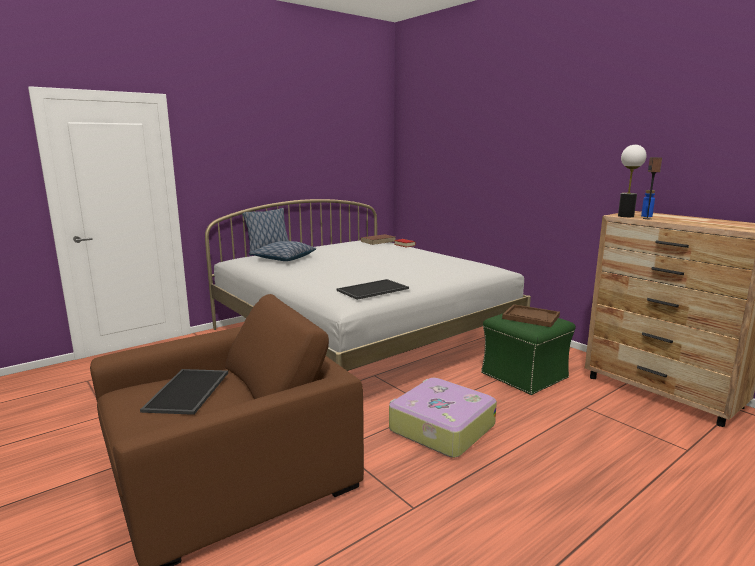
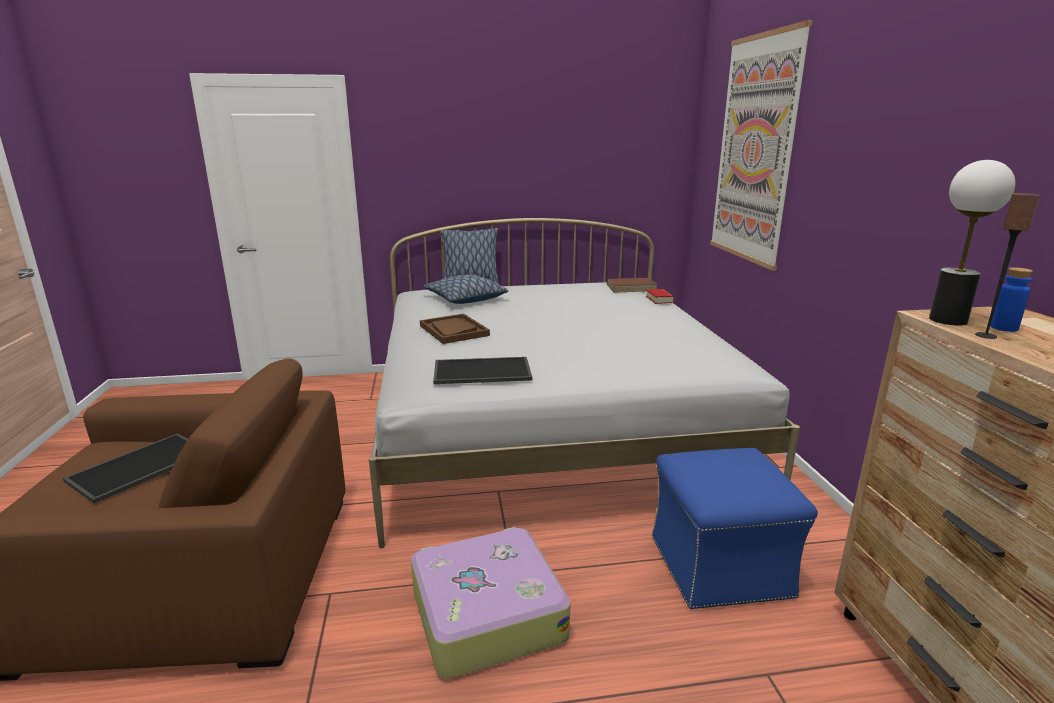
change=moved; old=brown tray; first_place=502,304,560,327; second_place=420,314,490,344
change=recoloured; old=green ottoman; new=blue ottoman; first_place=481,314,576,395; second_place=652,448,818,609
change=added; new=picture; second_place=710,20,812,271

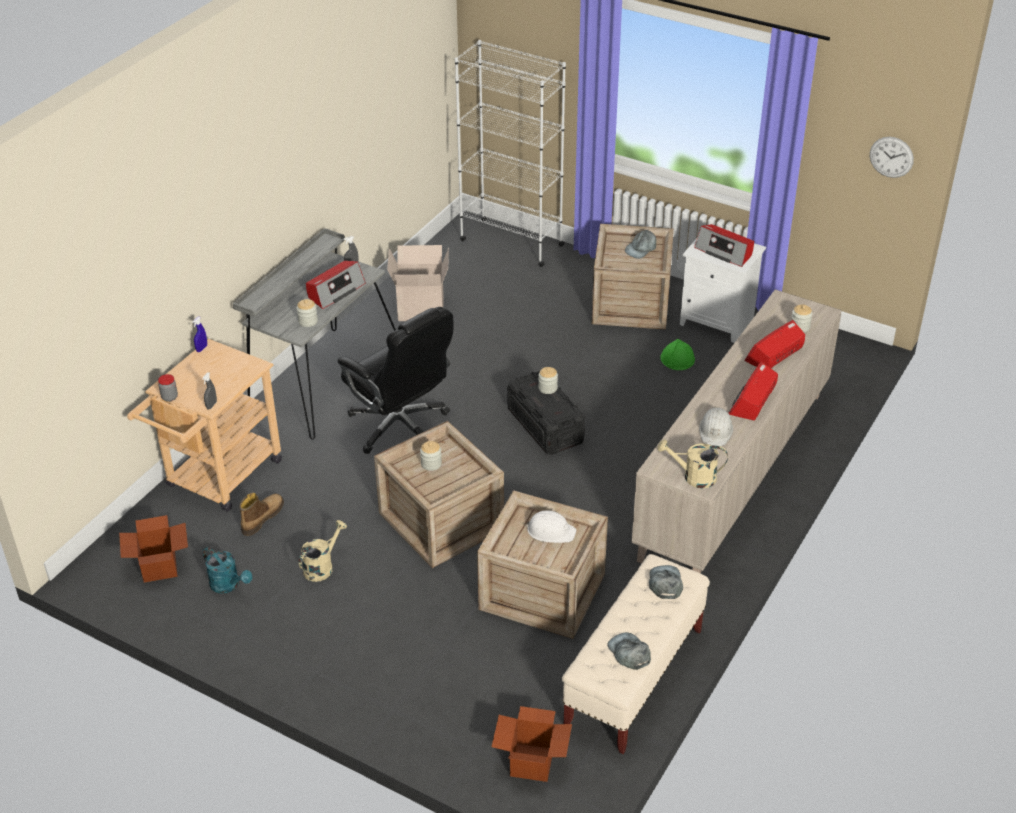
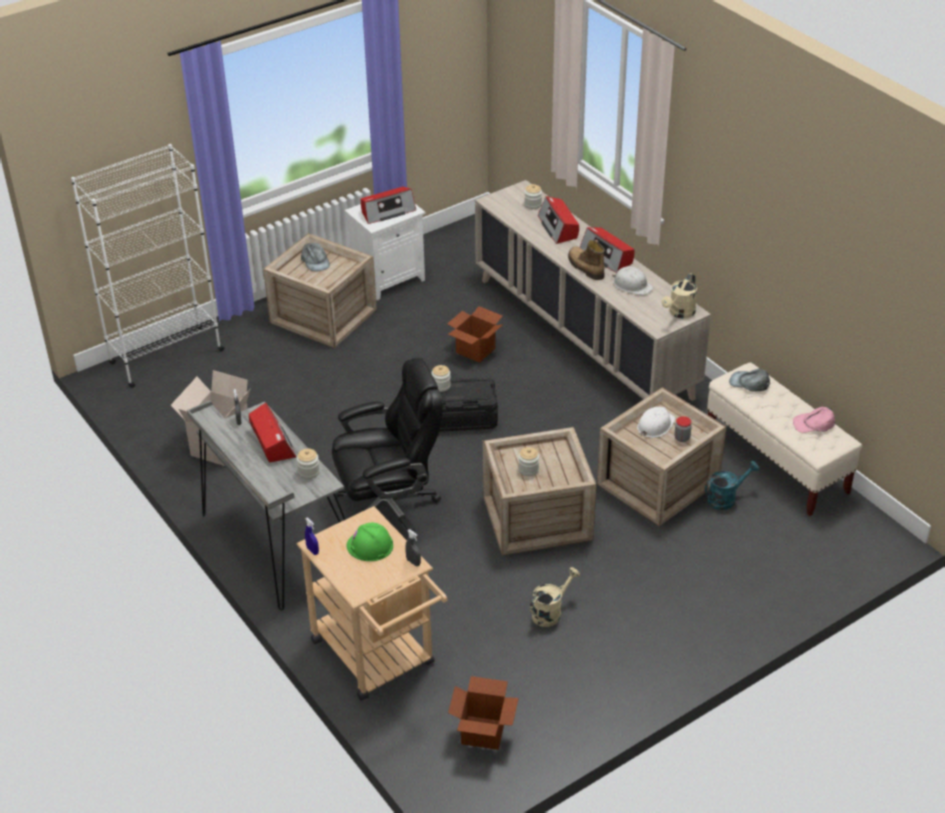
change=moved; old=green hard hat; first_place=660,339,695,370; second_place=347,523,393,561
change=moved; old=cardboard box; first_place=492,706,572,782; second_place=447,306,502,363
change=turned; old=beige watering can; first_place=299,520,347,582; second_place=530,567,580,627; degrees=75
change=moved; old=boot; first_place=239,493,284,536; second_place=568,240,605,280
change=moved; old=jar; first_place=158,374,178,402; second_place=674,416,692,442
change=moved; old=turquoise watering can; first_place=202,547,252,594; second_place=705,461,759,510
change=recoloured; old=grey cap; new=pink cap; first_place=608,633,651,670; second_place=793,407,835,433
change=removed; old=wall clock; first_place=870,137,914,178

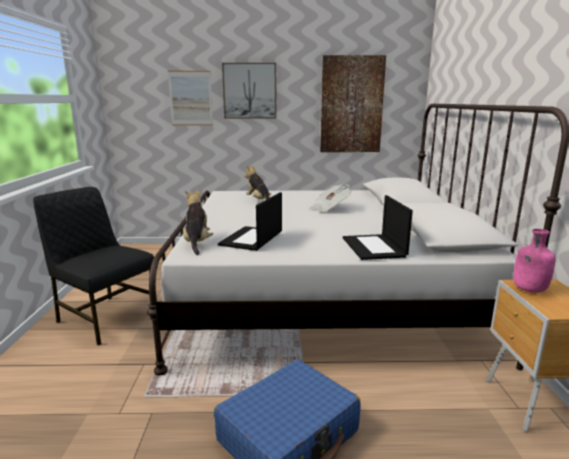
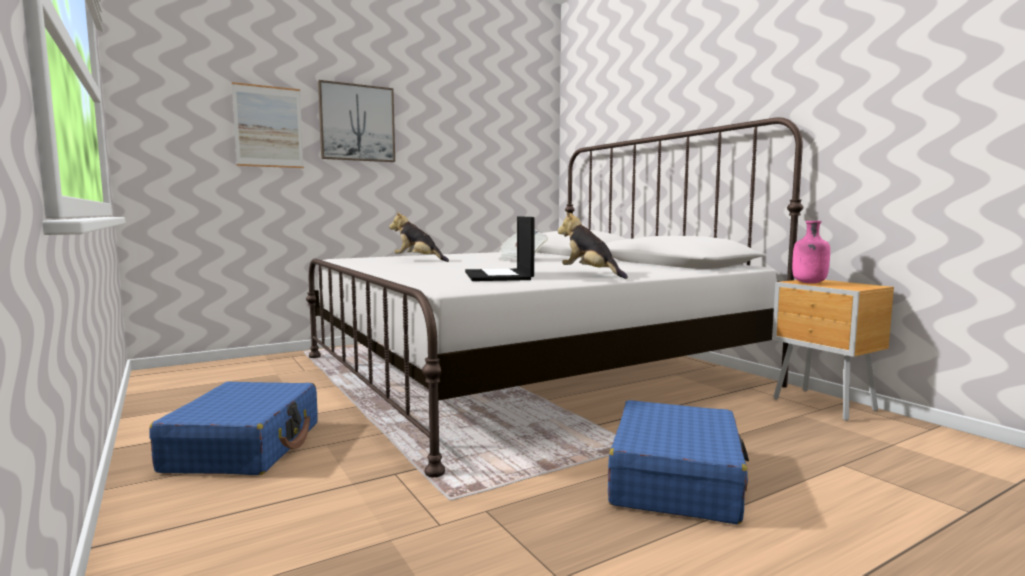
change=replaced; old=black chair; new=blue suitcase; first_place=33,187,154,346; second_place=149,382,318,475
change=moved; old=plush toy; first_place=183,190,213,255; second_place=558,212,628,279
change=removed; old=picture; first_place=320,55,386,152
change=removed; old=laptop; first_place=343,195,413,260

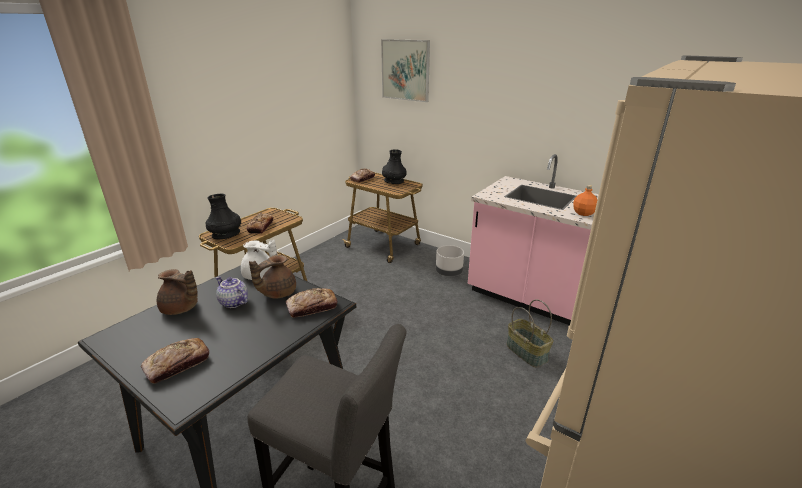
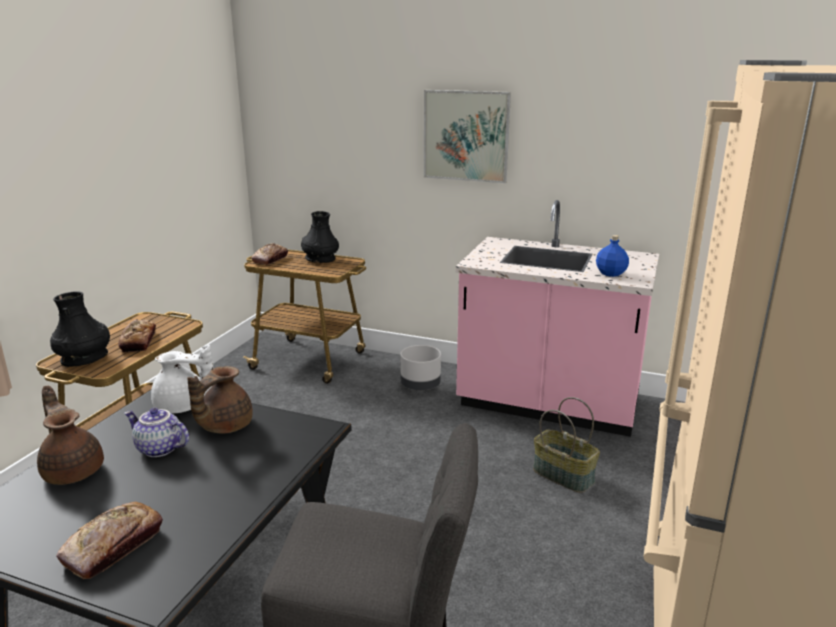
change=turned; old=brown teapot; first_place=157,269,198,315; second_place=37,386,104,485; degrees=-135
change=moved; old=picture; first_place=381,39,430,102; second_place=424,90,511,183
change=recoloured; old=orange bottle; new=blue bottle; first_place=573,185,597,216; second_place=596,235,629,277
change=removed; old=bread; first_place=286,288,337,318

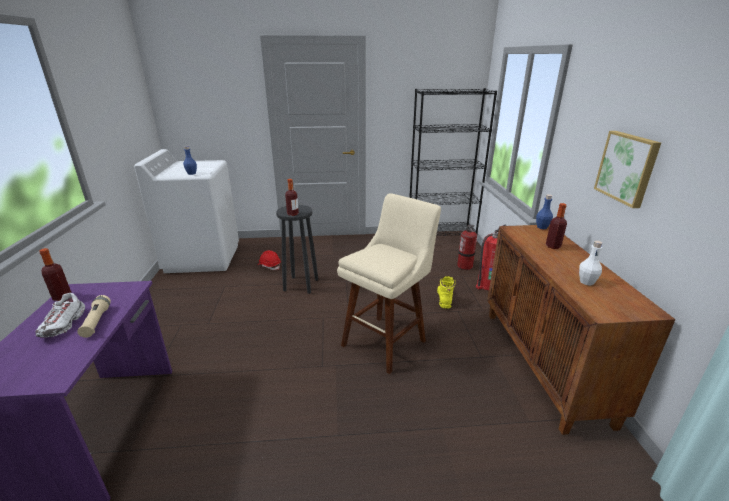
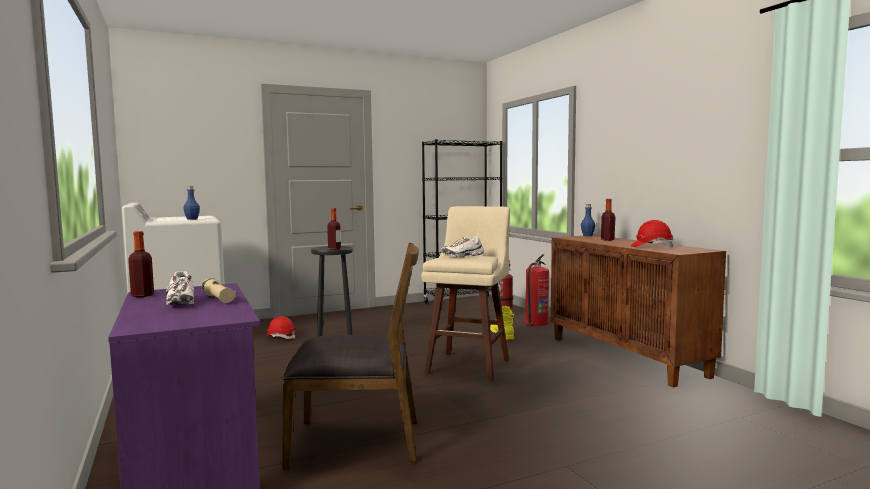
change=added; new=brown chair; second_place=282,243,419,470
change=added; new=white shoe; second_place=441,236,484,257
change=replaced; old=white bottle; new=red hard hat; first_place=579,241,602,285; second_place=631,220,673,247
change=removed; old=picture; first_place=594,131,661,208

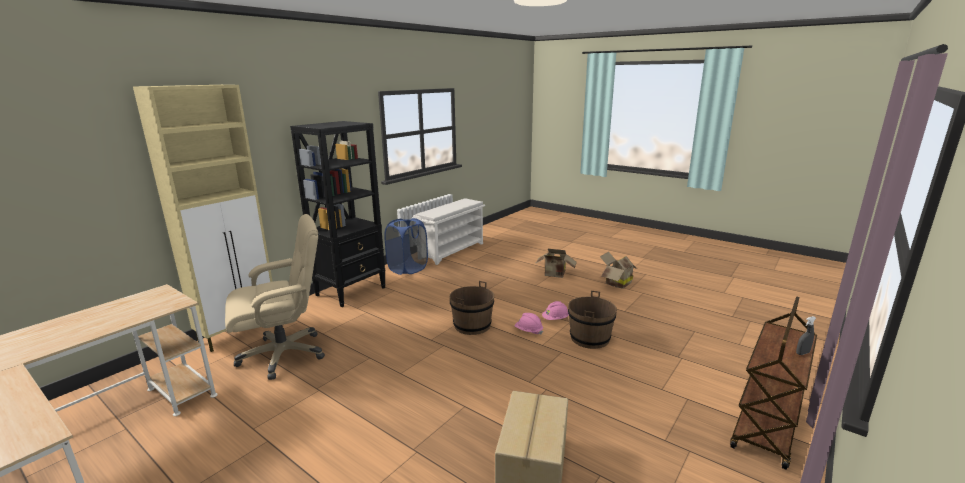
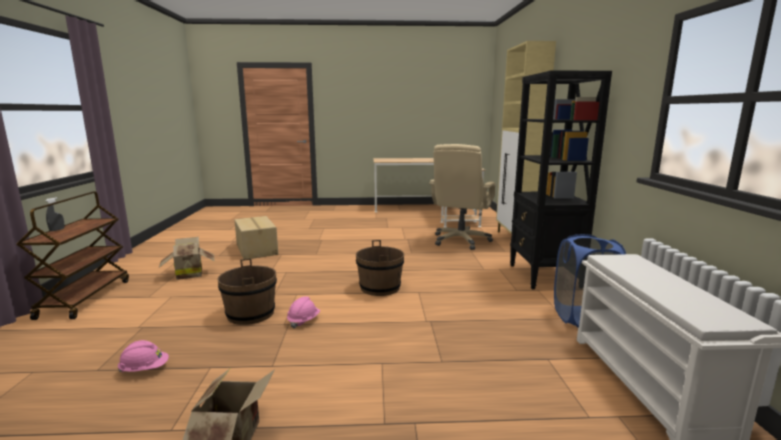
change=moved; old=pink hard hat; first_place=515,313,543,335; second_place=118,340,169,373
change=moved; old=cardboard box; first_place=535,249,577,278; second_place=159,237,214,280

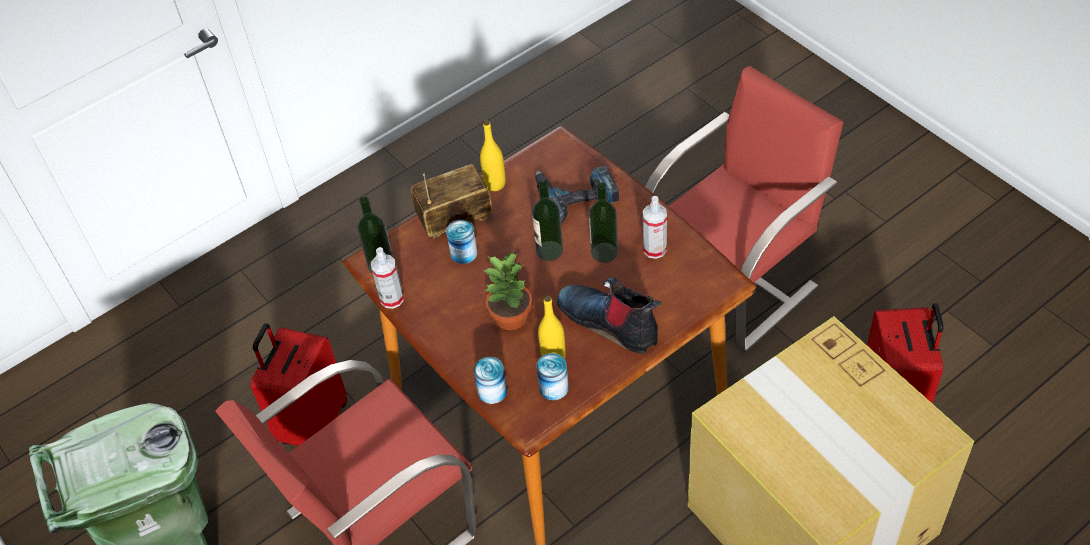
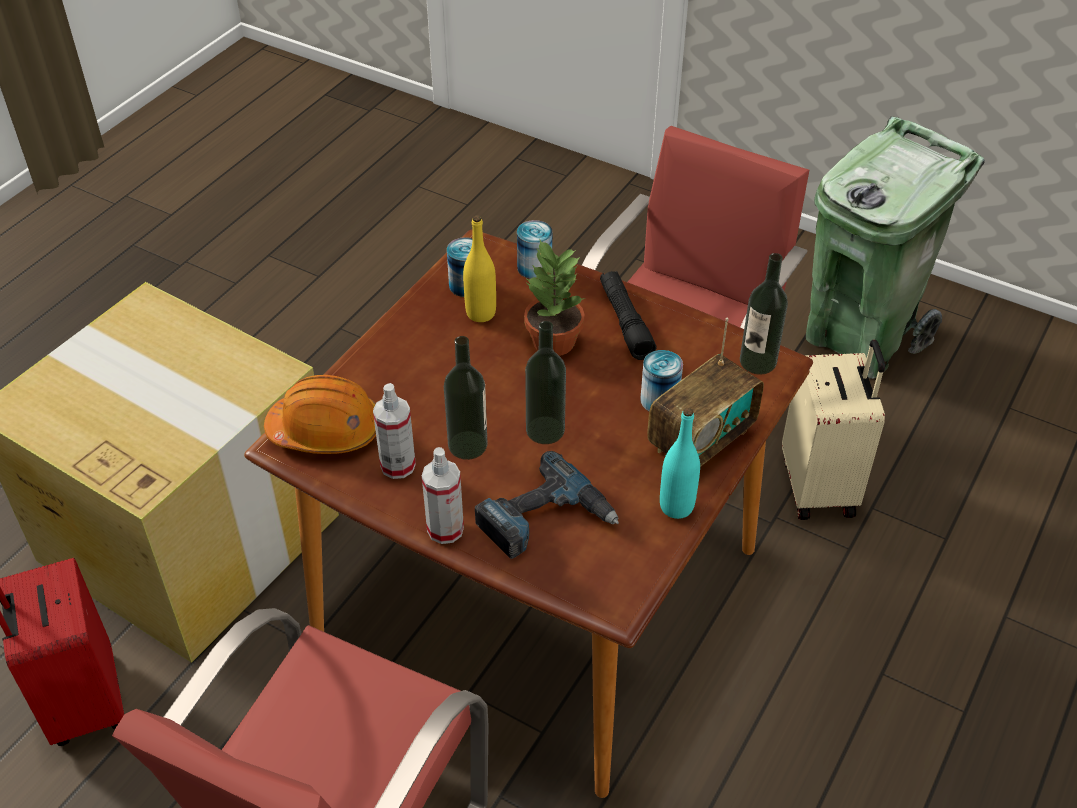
change=added; new=orange hard hat; second_place=264,375,376,454
change=moved; old=spray bottle; first_place=371,247,404,309; second_place=422,447,464,544
change=added; new=black flashlight; second_place=600,271,656,360
change=recoloured; old=yellow bottle; new=turquoise bottle; first_place=480,120,506,191; second_place=660,408,700,519
change=recoloured; old=red suitcase; new=beige suitcase; first_place=250,323,347,446; second_place=782,340,885,520
change=removed; old=boot; first_place=557,277,661,354

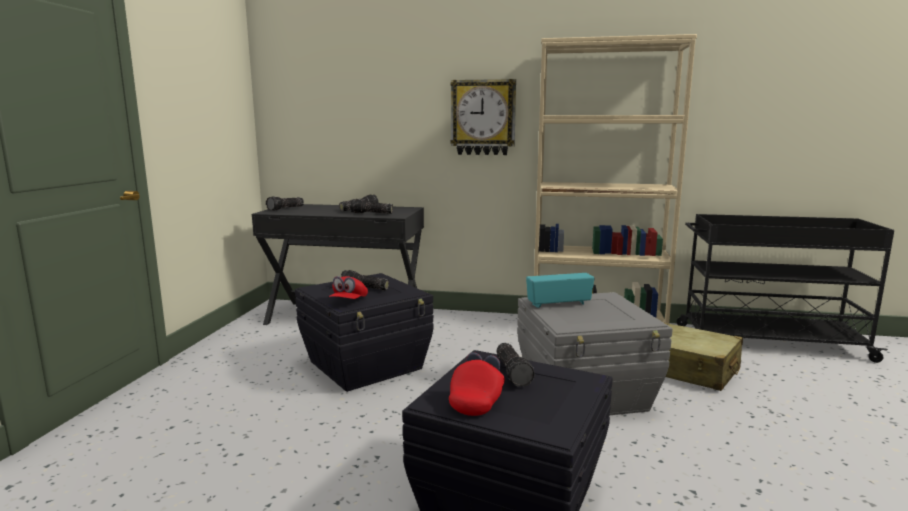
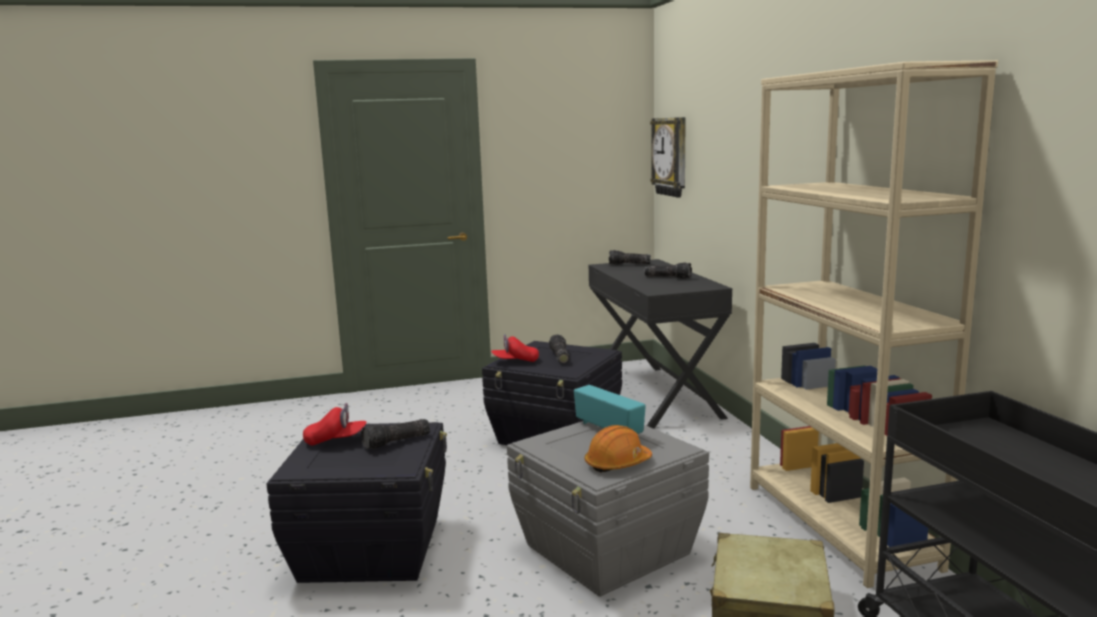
change=added; new=orange hard hat; second_place=585,425,652,473
change=moved; old=wall clock; first_place=451,79,516,155; second_place=650,117,686,198
change=removed; old=flashlight; first_place=350,199,393,214

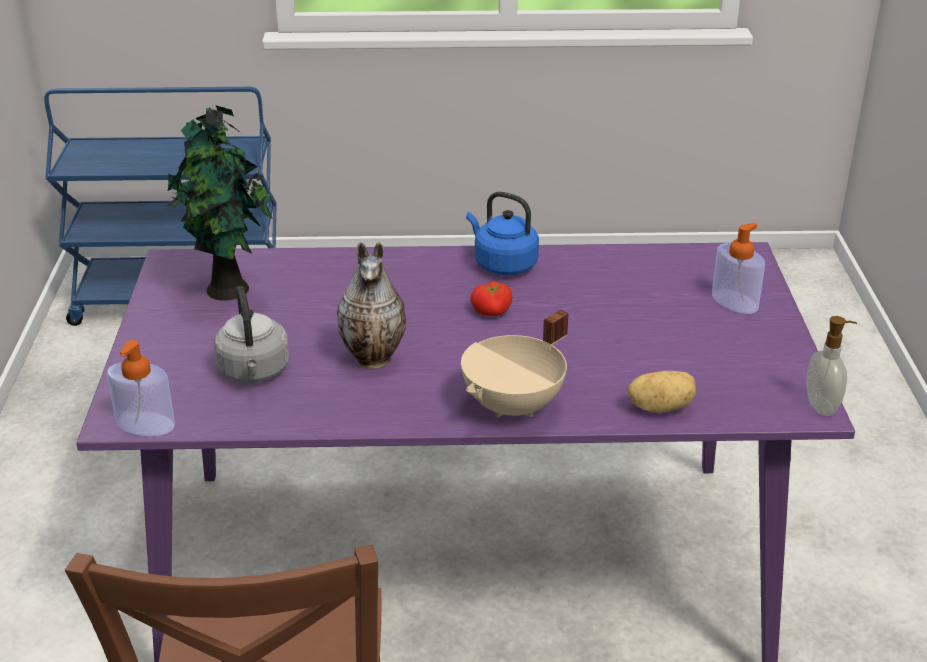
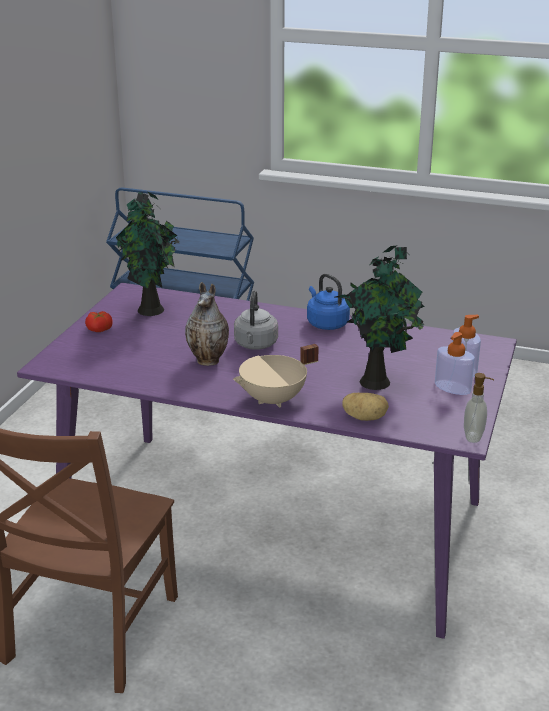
change=moved; old=tomato; first_place=470,281,512,316; second_place=85,311,113,332
change=moved; old=grey kettle; first_place=214,286,289,383; second_place=234,290,278,350
change=added; new=potted plant; second_place=335,245,425,390
change=moved; old=soap dispenser; first_place=107,340,175,436; second_place=435,332,475,395

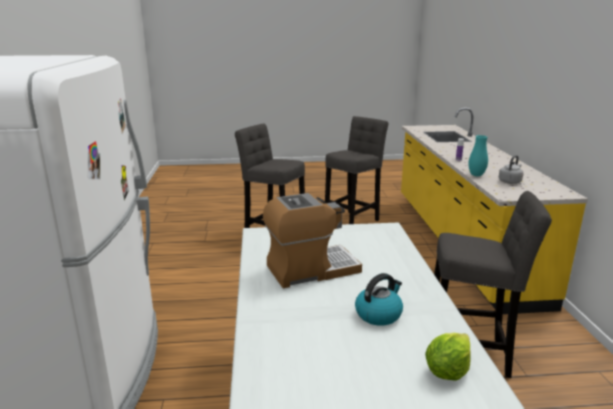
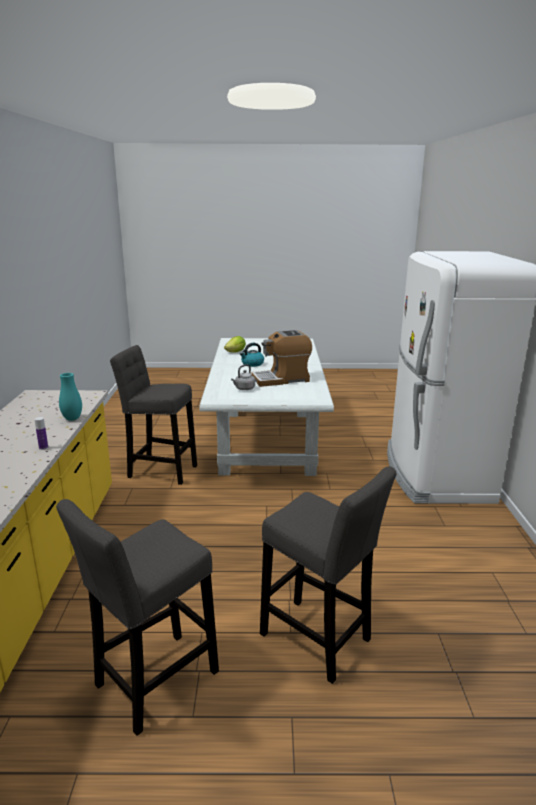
change=moved; old=grey kettle; first_place=499,155,523,184; second_place=231,364,255,390

